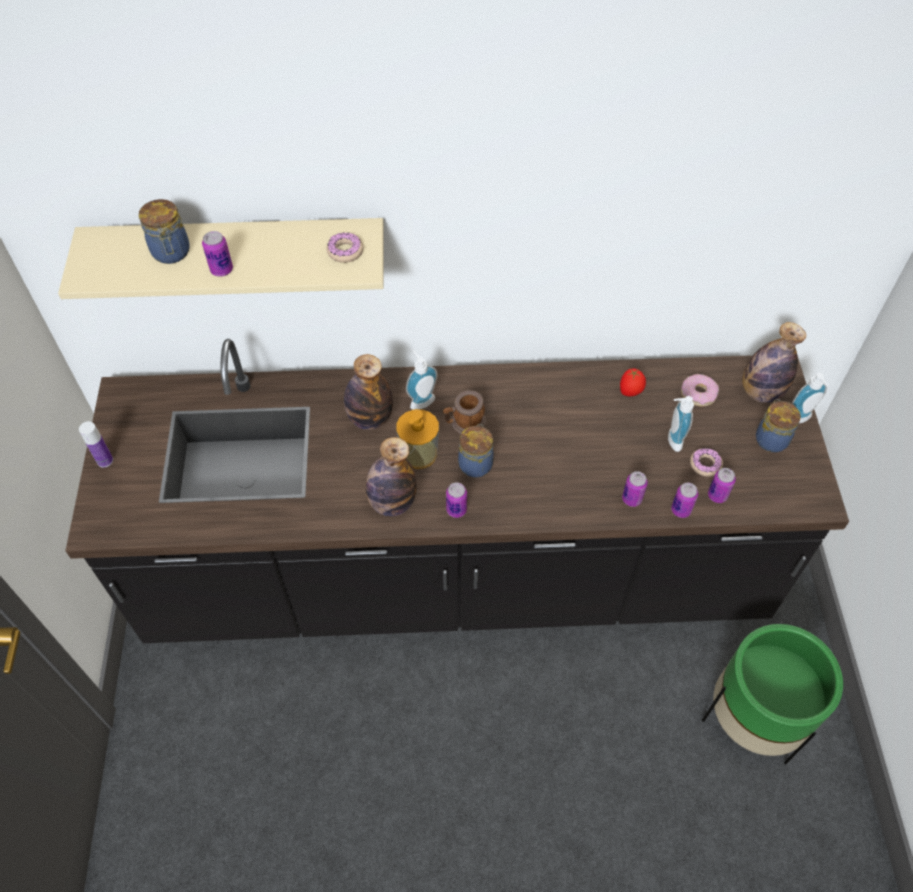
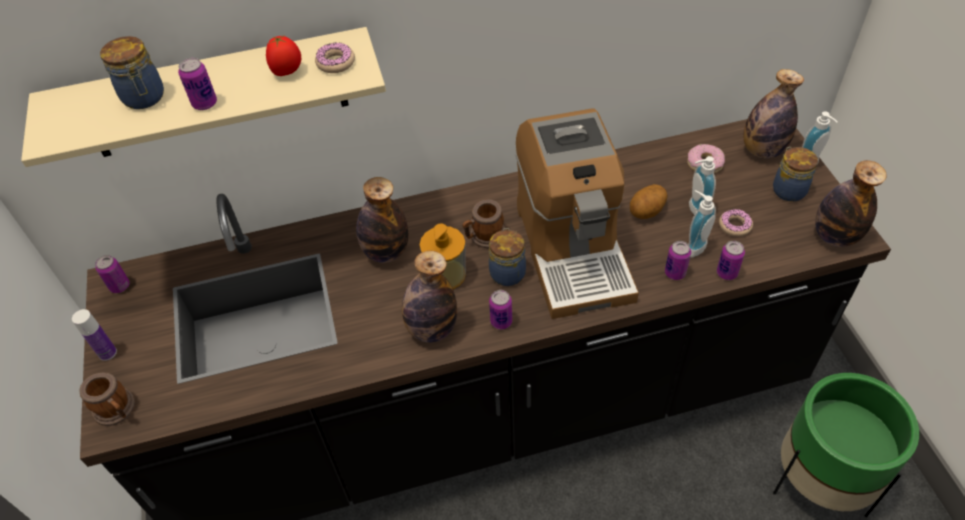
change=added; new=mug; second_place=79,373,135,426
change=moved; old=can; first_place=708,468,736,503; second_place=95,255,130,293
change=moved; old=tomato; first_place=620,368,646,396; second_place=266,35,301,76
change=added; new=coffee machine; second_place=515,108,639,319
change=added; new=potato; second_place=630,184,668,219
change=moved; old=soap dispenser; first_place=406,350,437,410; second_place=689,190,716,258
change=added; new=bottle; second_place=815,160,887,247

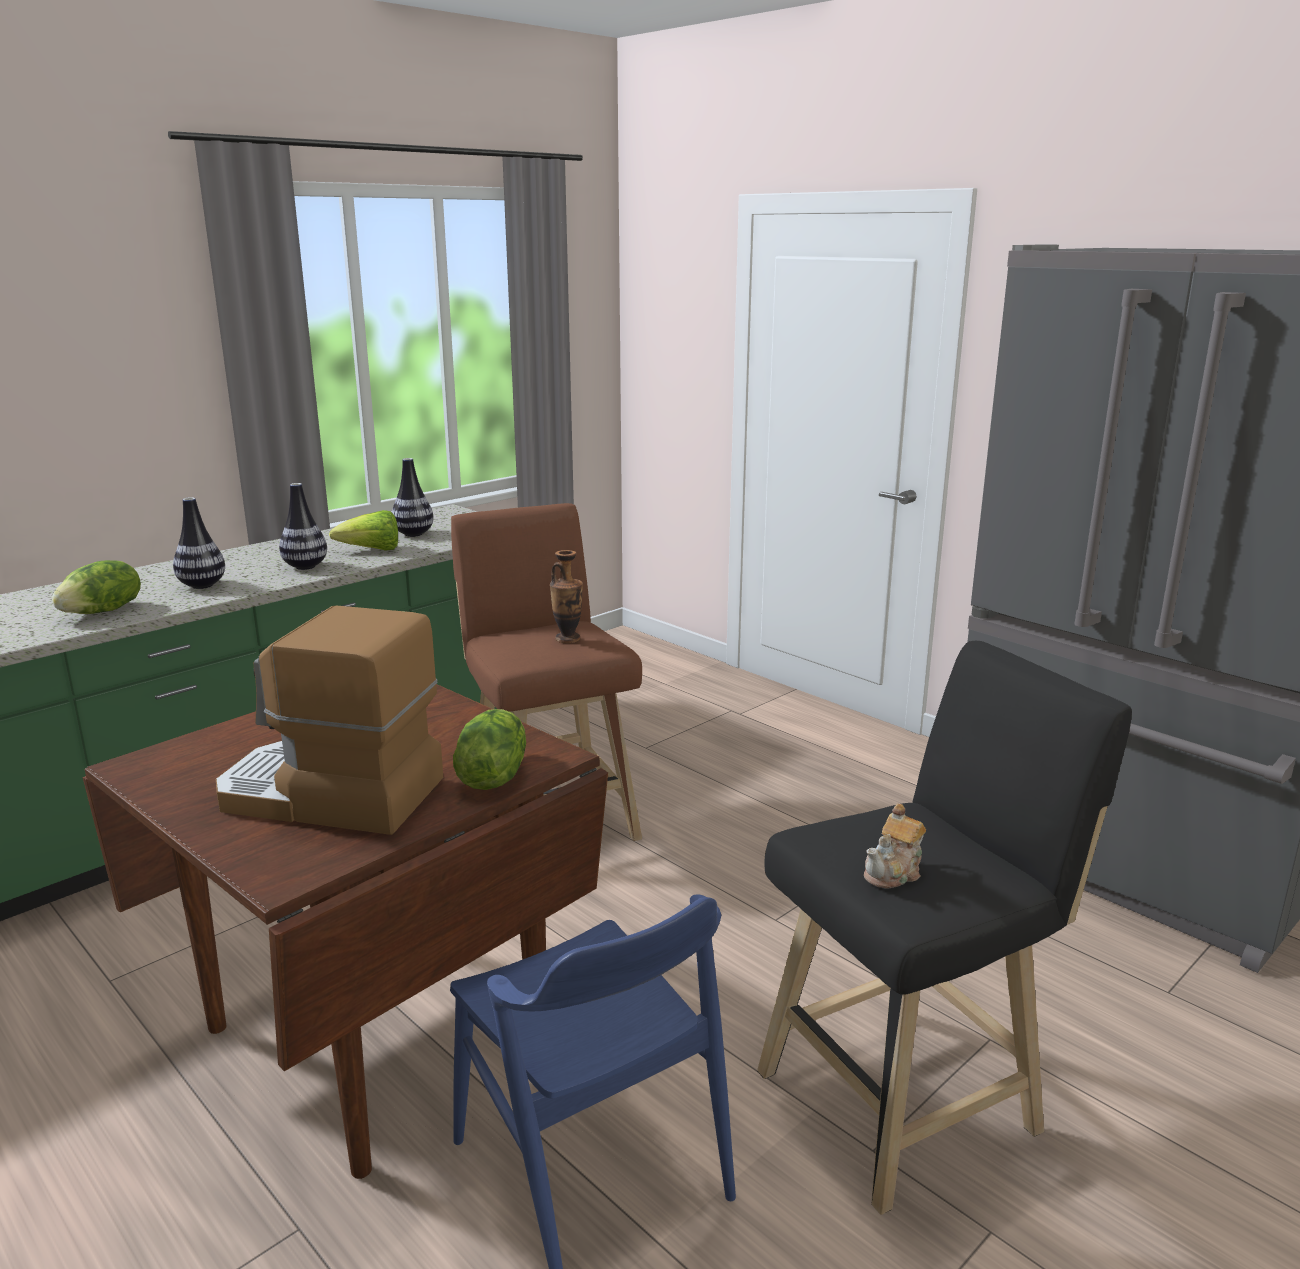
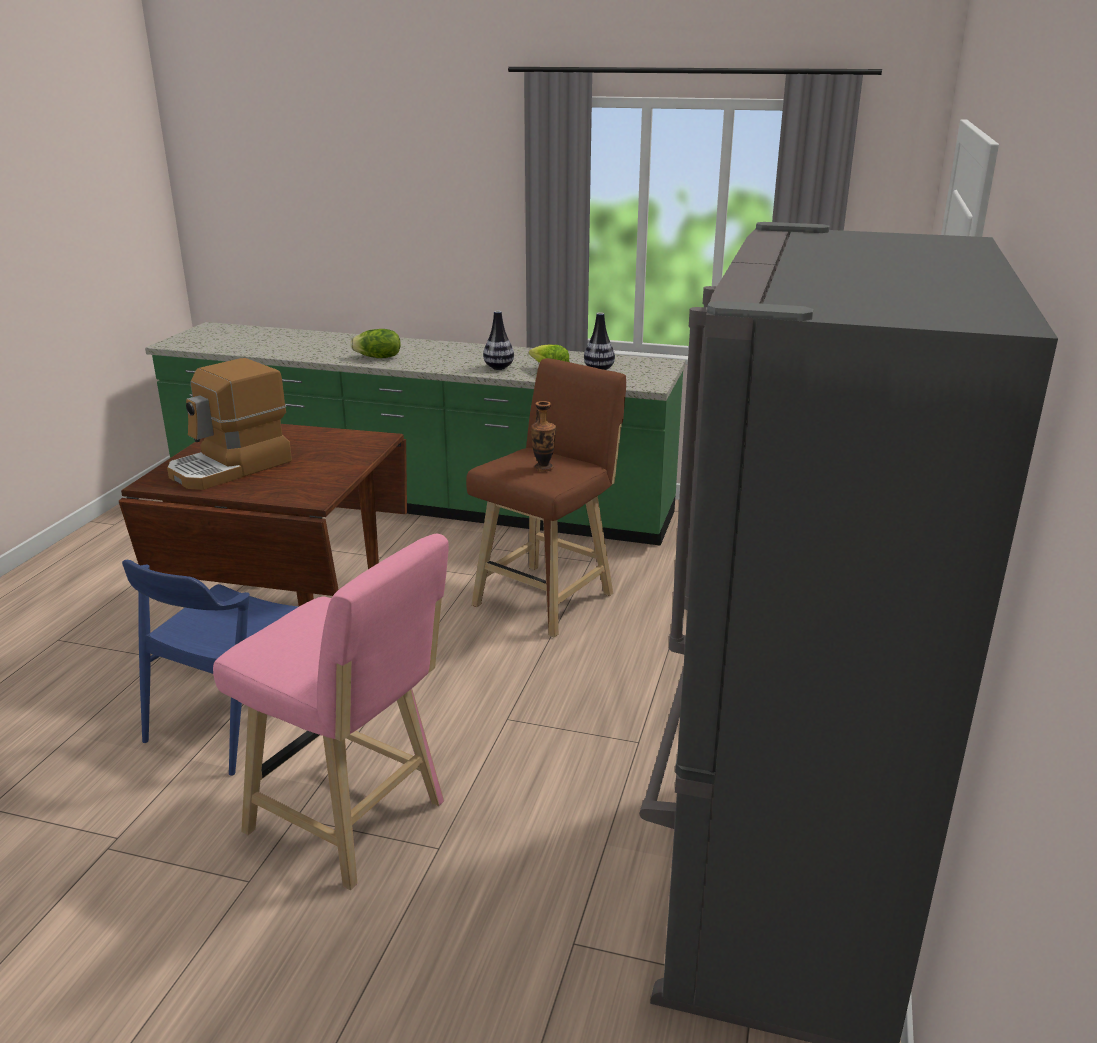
change=turned; old=coffee machine; first_place=216,606,443,835; second_place=167,358,292,490; degrees=-120
change=recoloured; old=black stool; new=pink stool; first_place=757,641,1132,1215; second_place=213,534,449,890
change=removed; old=vase; first_place=173,497,225,589
change=removed; old=lettuce; first_place=453,709,526,790
change=removed; old=teapot; first_place=864,804,926,889

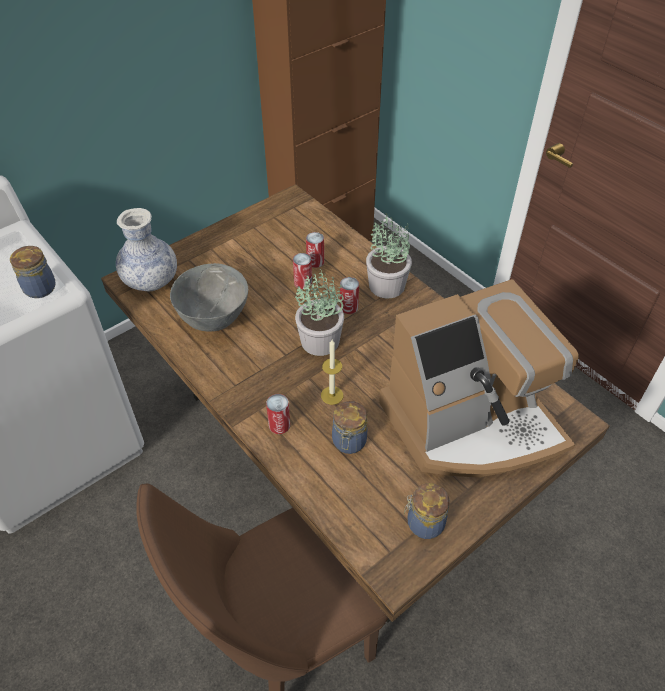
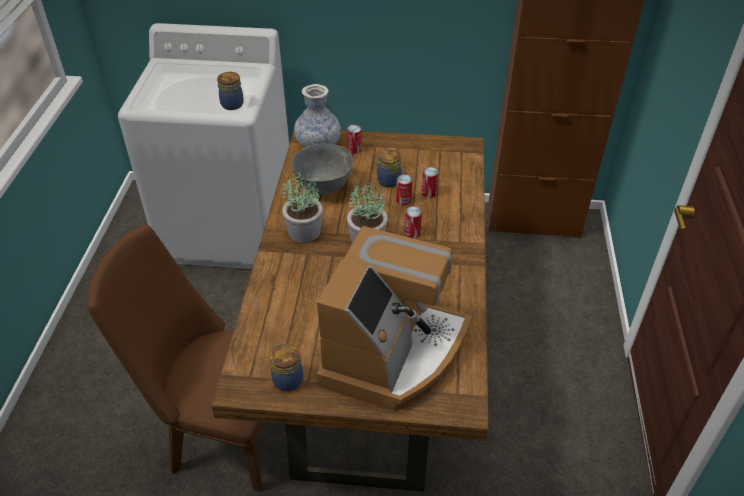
change=moved; old=potted plant; first_place=366,213,412,298; second_place=282,170,323,243
change=turned; old=coffee machine; first_place=379,279,579,478; second_place=317,226,472,411; degrees=-90
change=moved; old=can; first_place=266,394,290,434; second_place=347,125,362,154
change=moved; old=jar; first_place=332,401,367,454; second_place=376,149,401,187
change=removed; old=candle; first_place=321,340,343,405

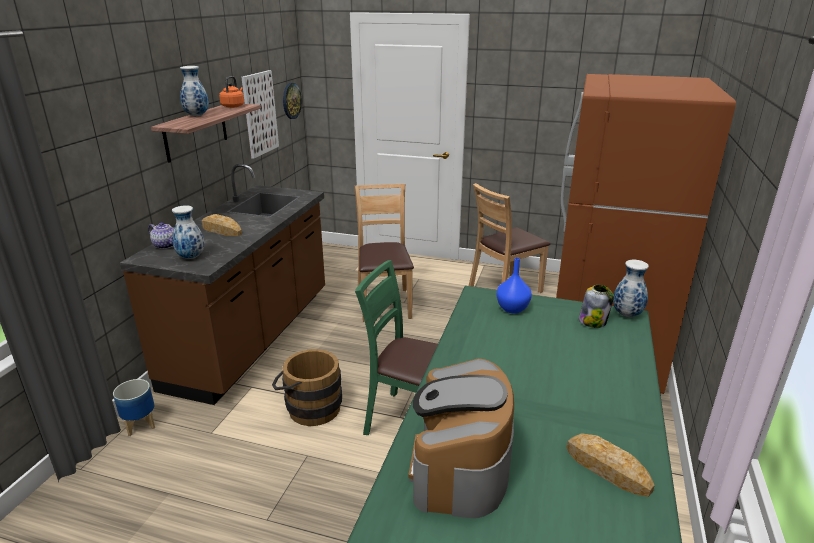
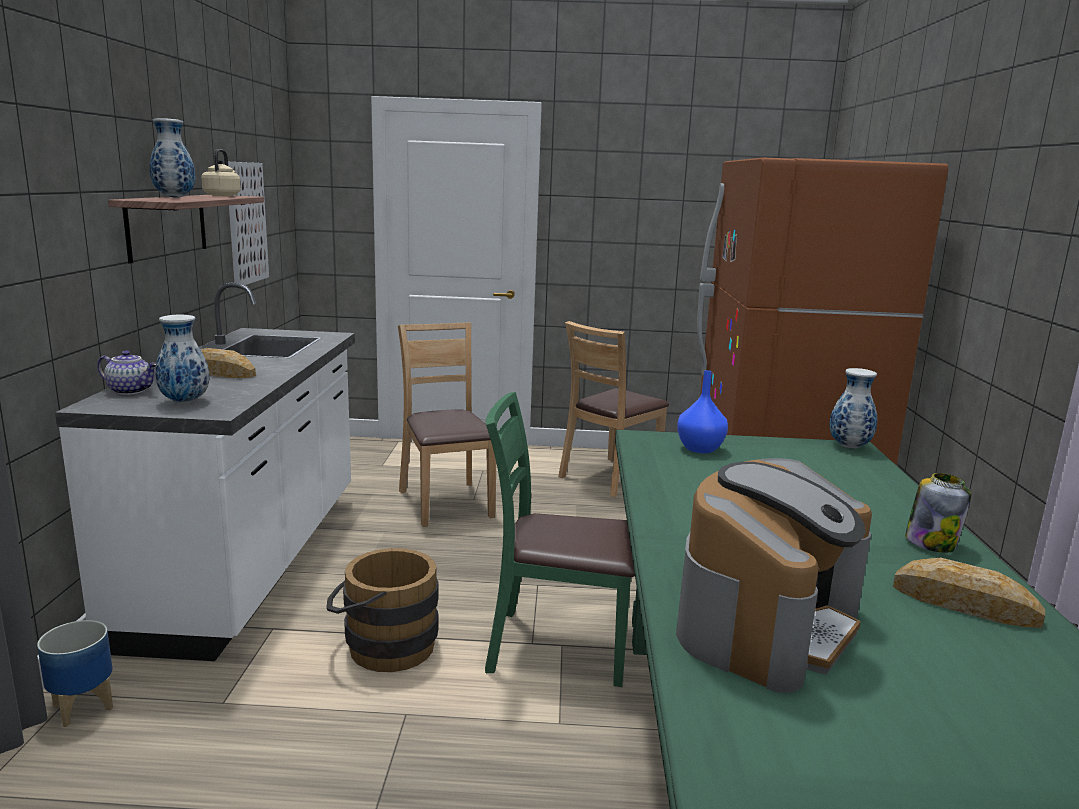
change=recoloured; old=brown counter; new=white counter; first_place=120,164,325,405; second_place=55,282,355,661
change=recoloured; old=orange kettle; new=beige kettle; first_place=219,76,244,108; second_place=201,149,241,196
change=turned; old=coffee machine; first_place=408,358,514,518; second_place=676,458,872,693; degrees=-135
change=moved; old=jar; first_place=579,285,614,328; second_place=905,473,972,553
change=removed; old=wall clock; first_place=283,83,302,119

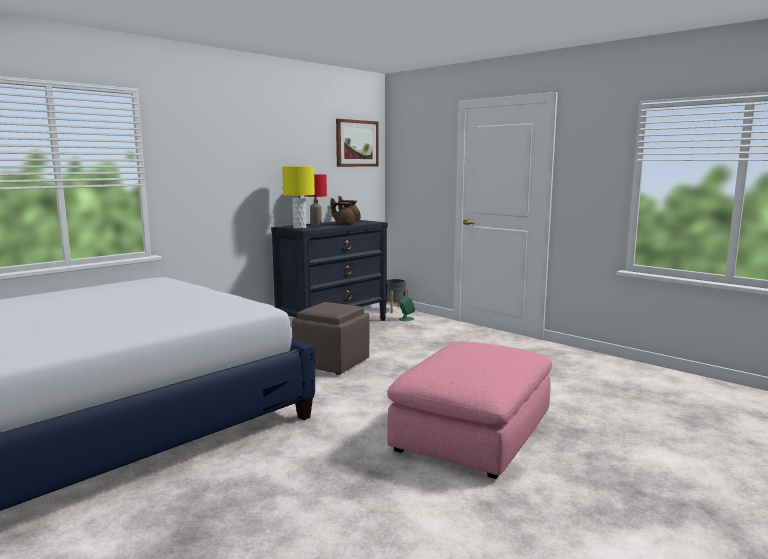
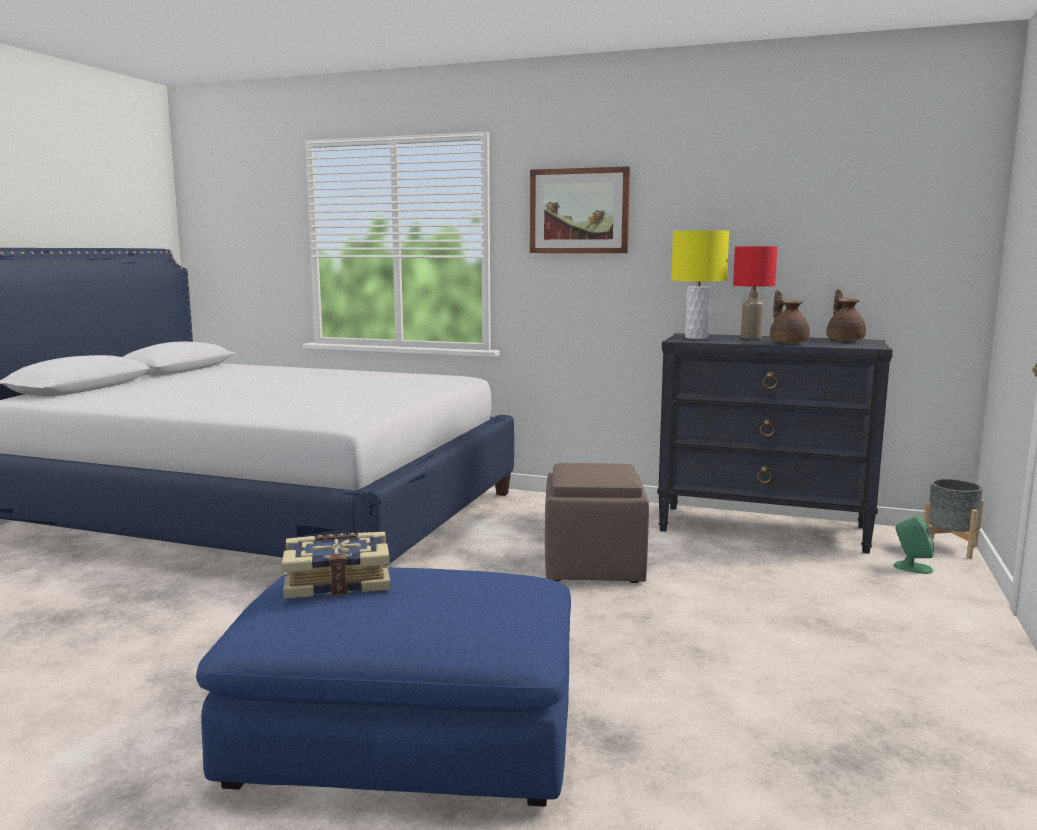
change=recoloured; old=pink ottoman; new=blue ottoman; first_place=387,341,552,479; second_place=196,567,571,807
change=added; new=book; second_place=282,532,390,599
change=moved; old=picture; first_place=336,119,379,167; second_place=530,166,630,253

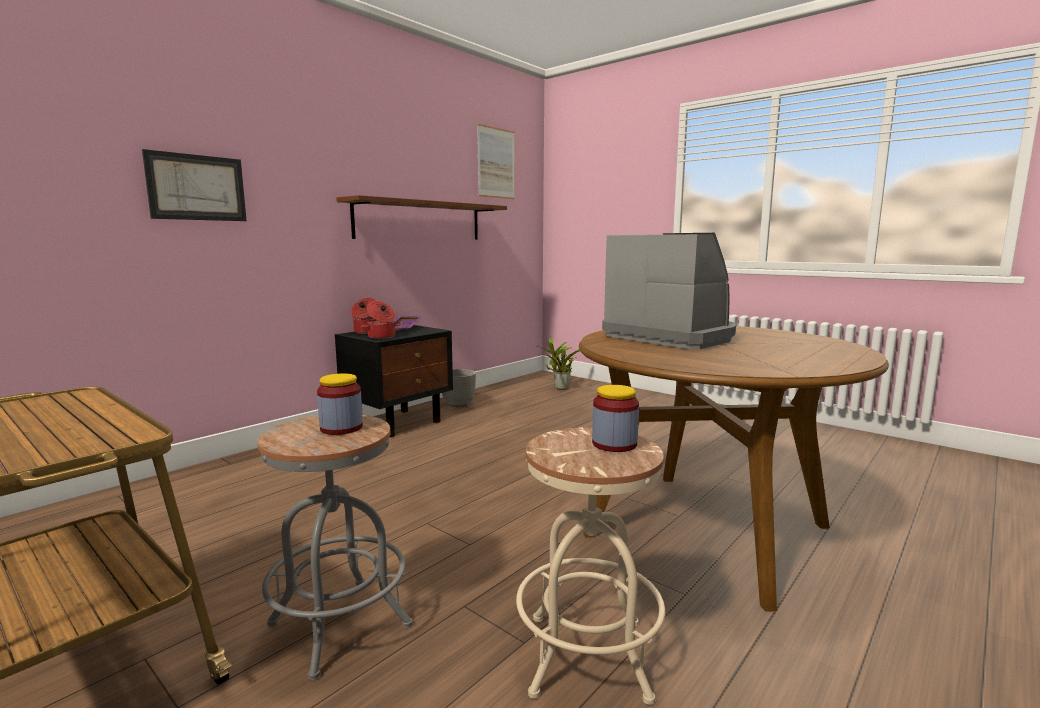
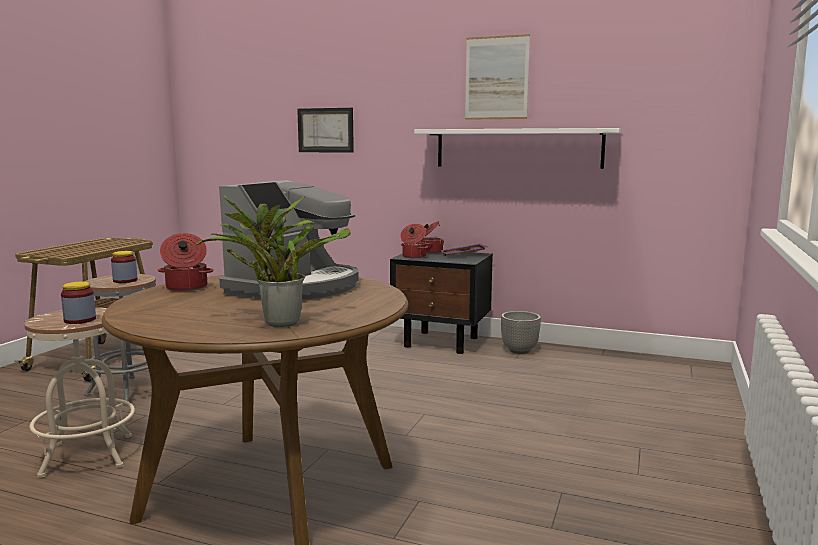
change=added; new=cooking pot; second_place=158,233,214,291
change=moved; old=potted plant; first_place=537,338,580,390; second_place=196,194,351,327
change=recoloured; old=brown shelf; new=white shelf; first_place=336,195,507,240; second_place=414,128,622,169
change=moved; old=picture; first_place=477,124,515,199; second_place=465,34,530,120

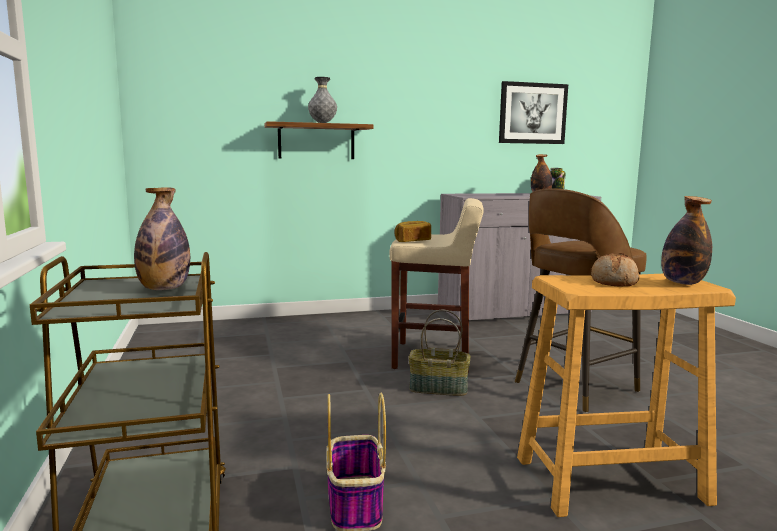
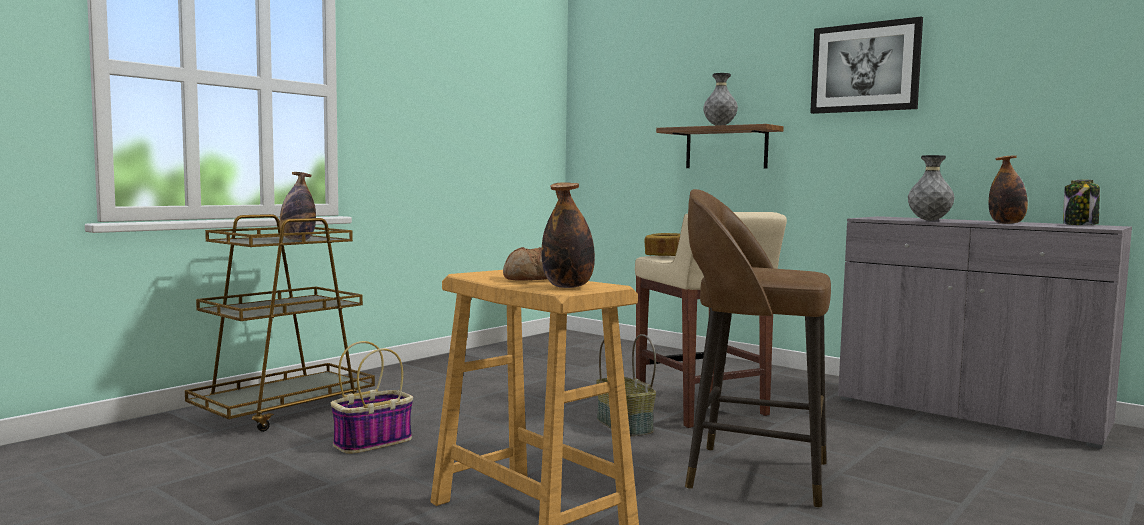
change=moved; old=picture; first_place=499,81,568,144; second_place=810,17,923,114
change=added; new=grey vase; second_place=908,155,955,221

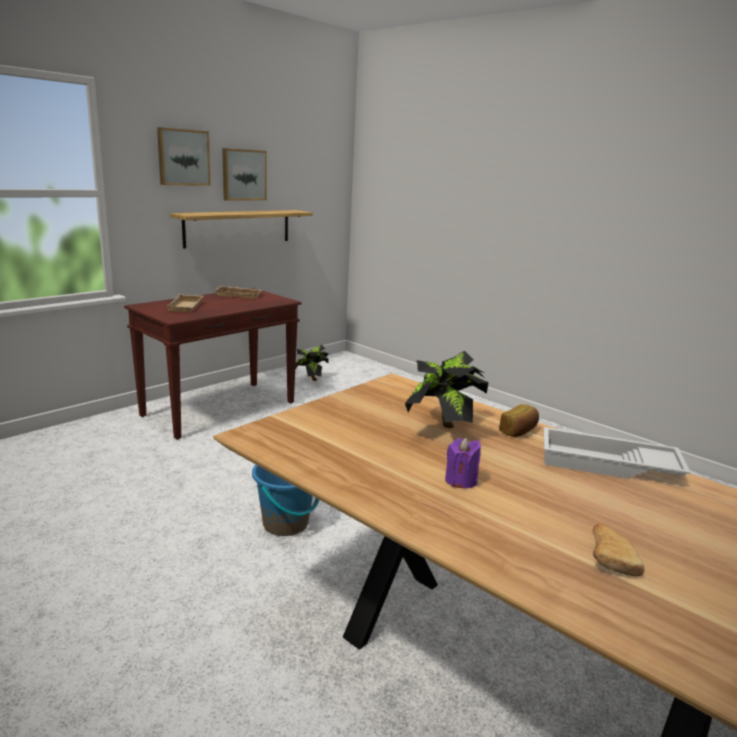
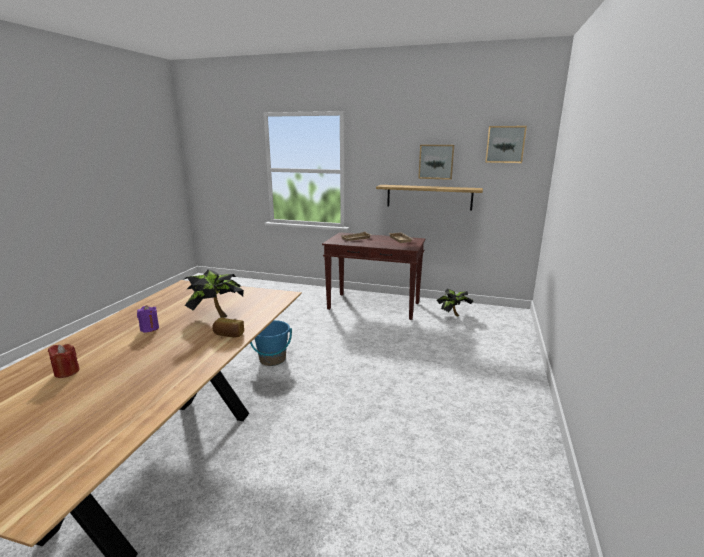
change=replaced; old=bread; new=red candle; first_place=593,524,644,576; second_place=48,344,79,378
change=moved; old=picture; first_place=157,127,211,186; second_place=485,126,527,163
change=removed; old=white tray; first_place=544,427,691,479

